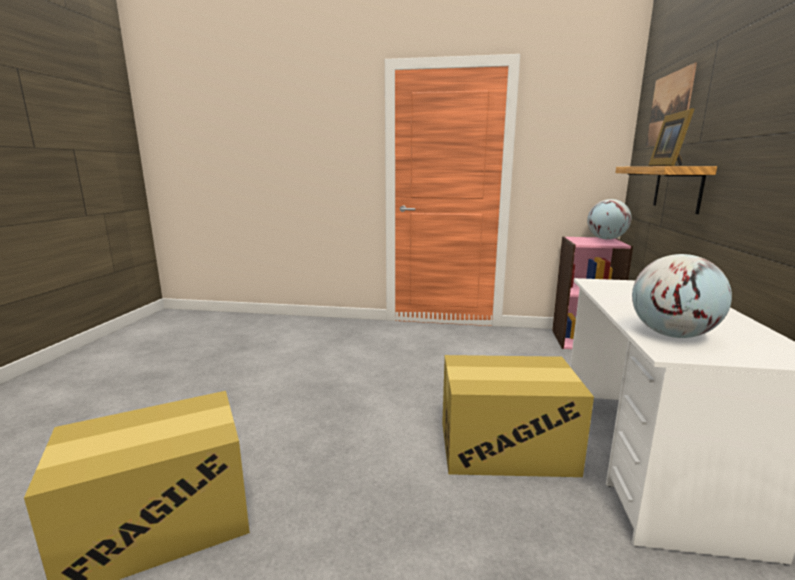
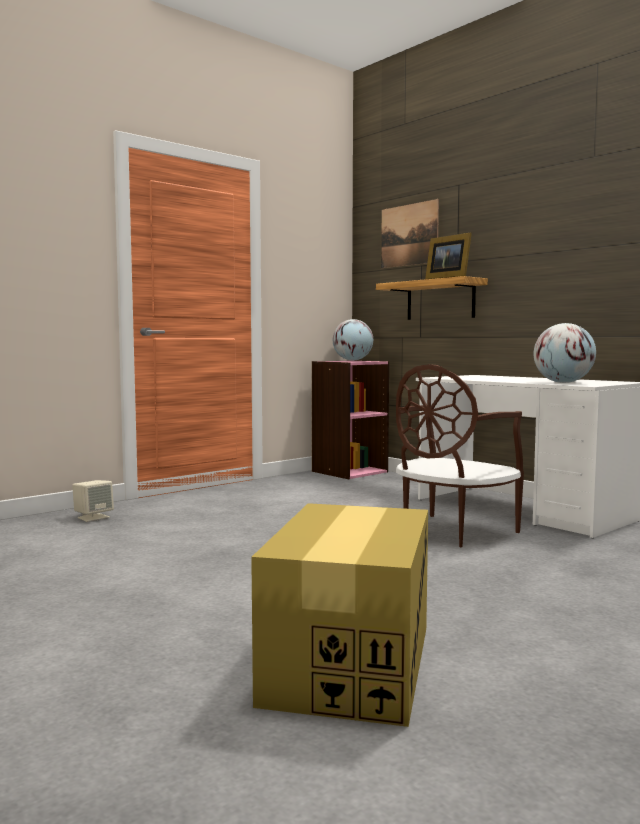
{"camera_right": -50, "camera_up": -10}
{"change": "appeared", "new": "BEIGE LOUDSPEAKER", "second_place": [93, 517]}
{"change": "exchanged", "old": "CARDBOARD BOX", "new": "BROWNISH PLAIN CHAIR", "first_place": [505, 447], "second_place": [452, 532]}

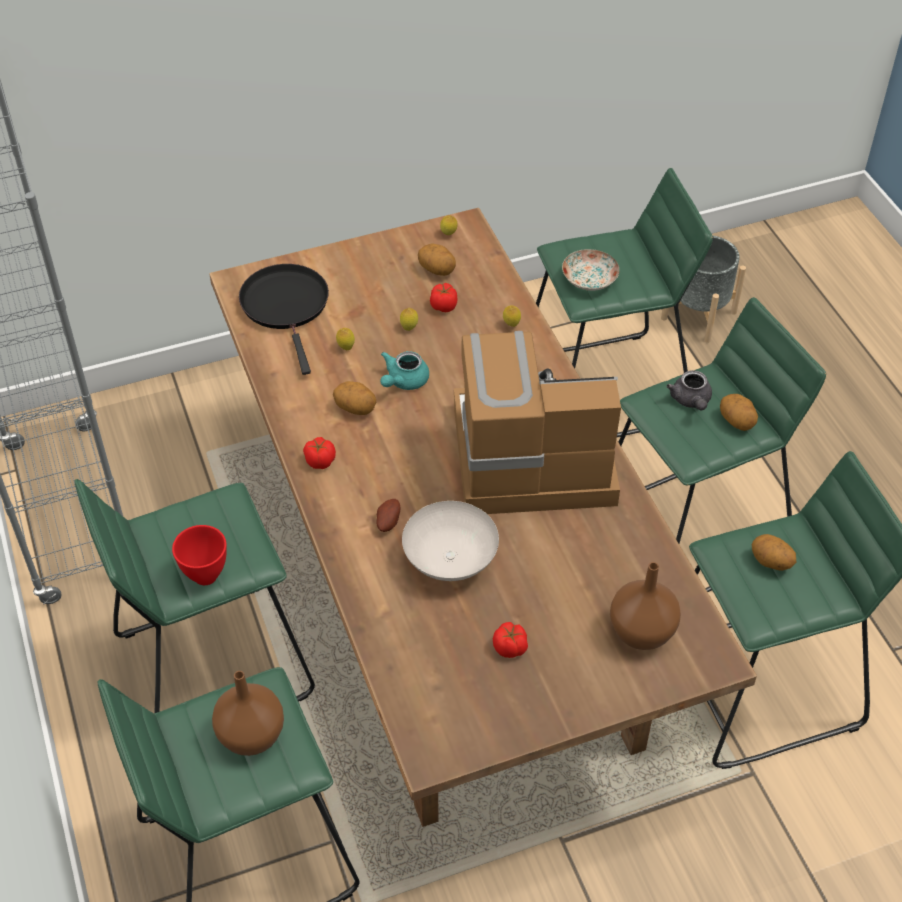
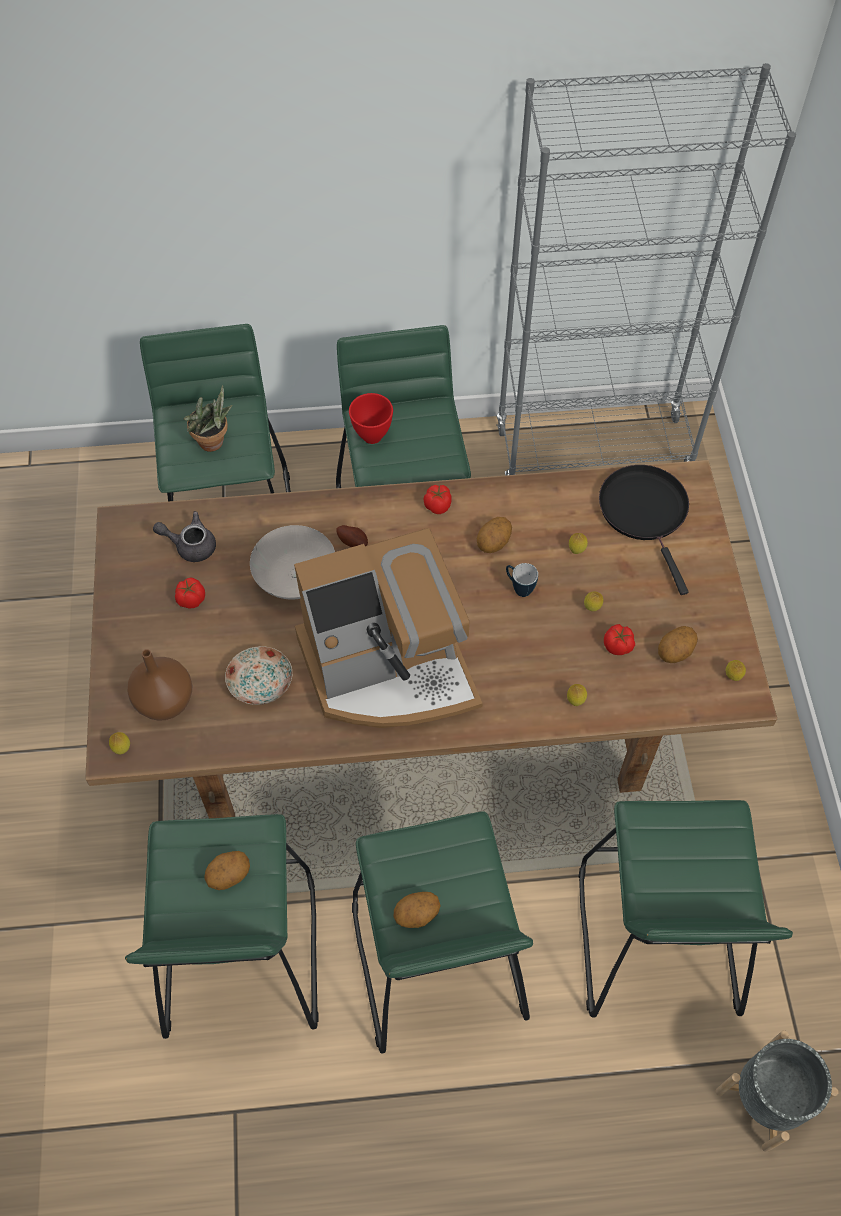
{"camera_right": 105, "camera_up": 10}
{"change": "appeared", "new": "WHOLE LEMON", "second_place": [122, 749]}
{"change": "relocated", "old": "FLAT DISH", "first_place": [590, 279], "second_place": [260, 683]}
{"change": "relocated", "old": "GREYISH POT FOR TEA", "first_place": [691, 401], "second_place": [190, 545]}
{"change": "exchanged", "old": "BROWNISH DECORATIVE VASE", "new": "HOUSEPLANT", "first_place": [250, 737], "second_place": [214, 444]}
{"change": "exchanged", "old": "BLUE-GREEN POT FOR TEA", "new": "COFFEE MUG", "first_place": [403, 381], "second_place": [519, 588]}
{"change": "spun", "old": "BLACKISH SKILLET", "first_place": [286, 306], "second_place": [645, 512], "degrees": -105}
{"change": "spun", "old": "COFFEE BREWER", "first_place": [530, 459], "second_place": [389, 669], "degrees": 60}

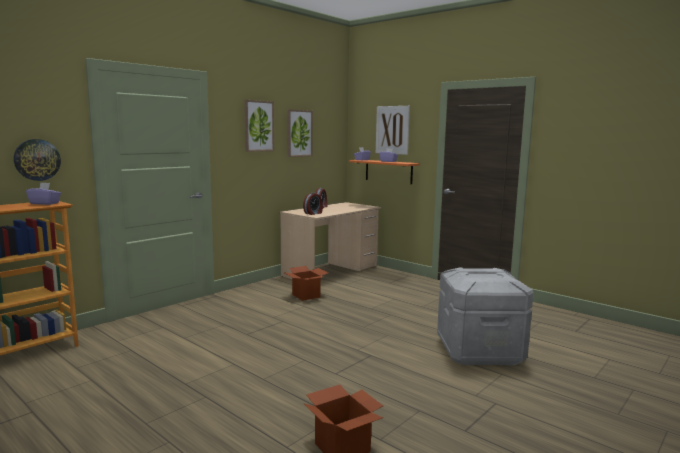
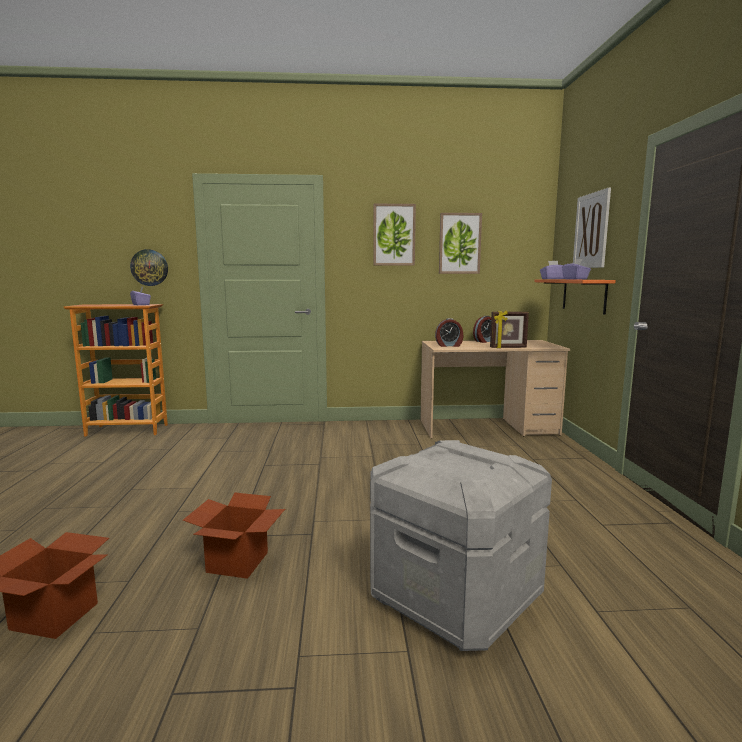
{"camera_right": 45, "camera_up": 0}
{"change": "appeared", "new": "STANDING FRAME", "second_place": [508, 347]}
{"change": "relocated", "old": "CARDBOARD BOX", "first_place": [306, 296], "second_place": [237, 562]}

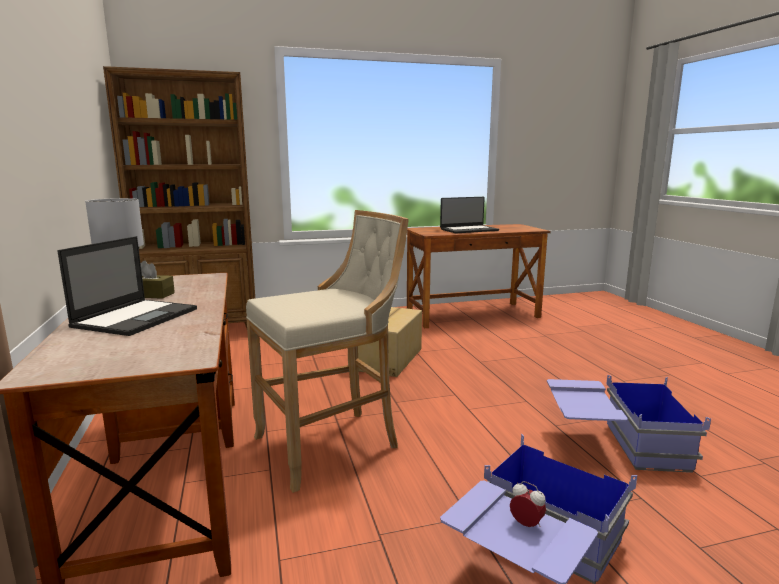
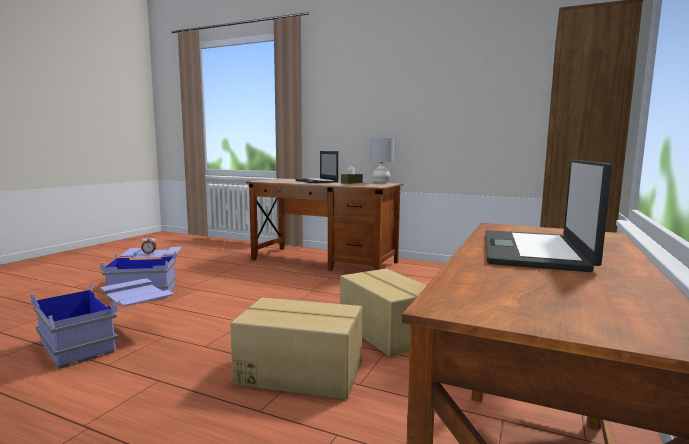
{"camera_right": 130, "camera_up": -5}
{"change": "missing", "old": "BEIGE STOOL", "first_place": [332, 444]}
{"change": "appeared", "new": "CARDBOARD BOX", "second_place": [300, 372]}

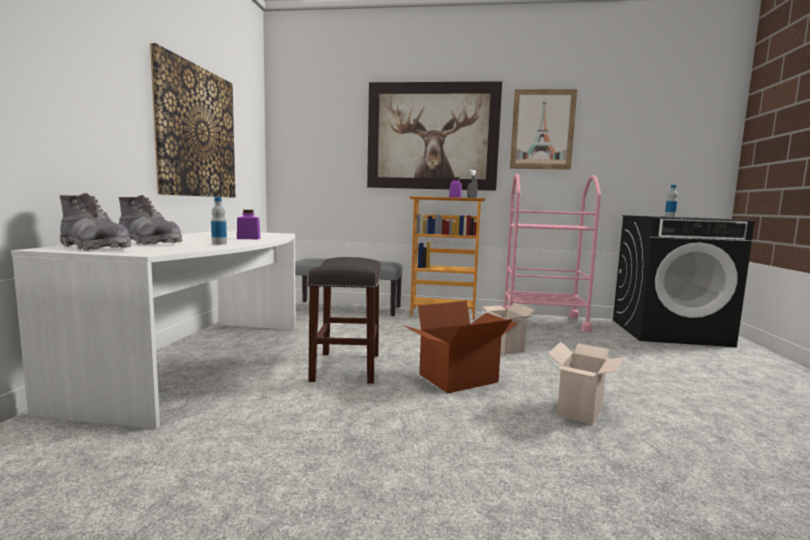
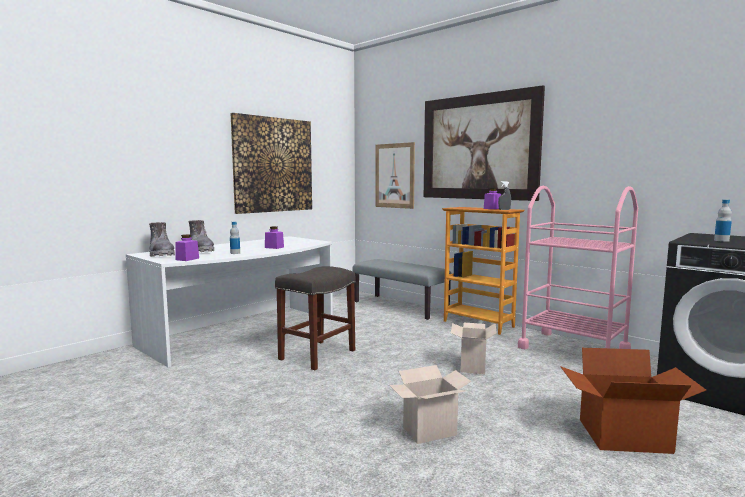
{"camera_right": 35, "camera_up": 0}
{"change": "appeared", "new": "PURPLE-COLOURED PRESERVE JAR", "second_place": [187, 259]}
{"change": "relocated", "old": "CARDBOARD BOX", "first_place": [459, 379], "second_place": [624, 437]}
{"change": "relocated", "old": "WALL PICTURE", "first_place": [542, 129], "second_place": [394, 175]}

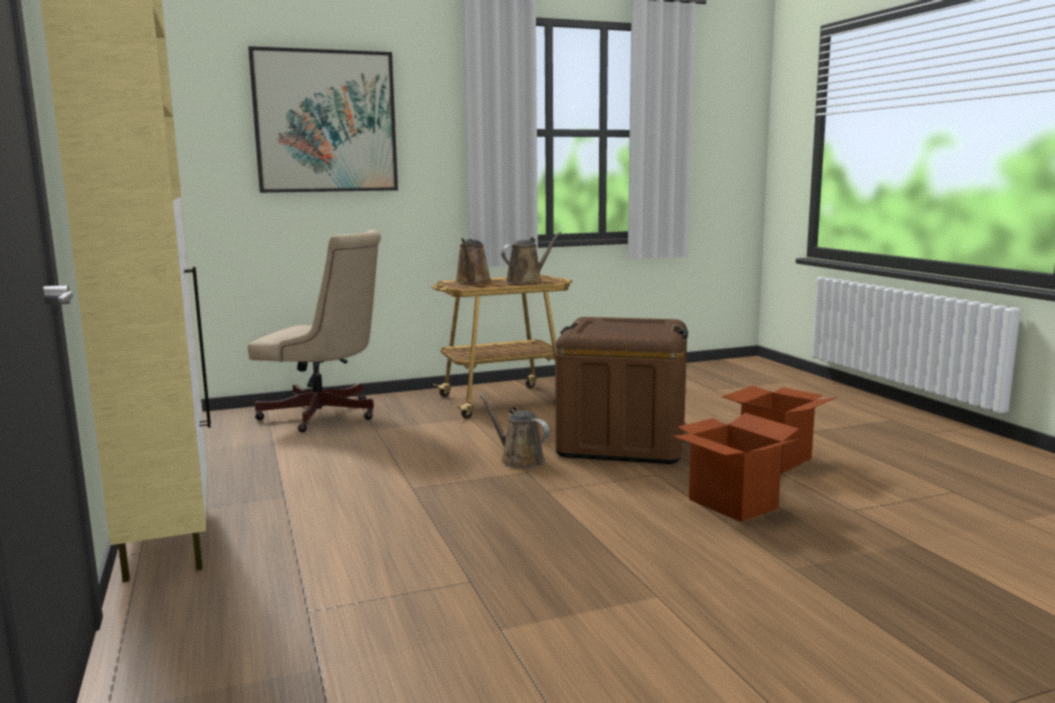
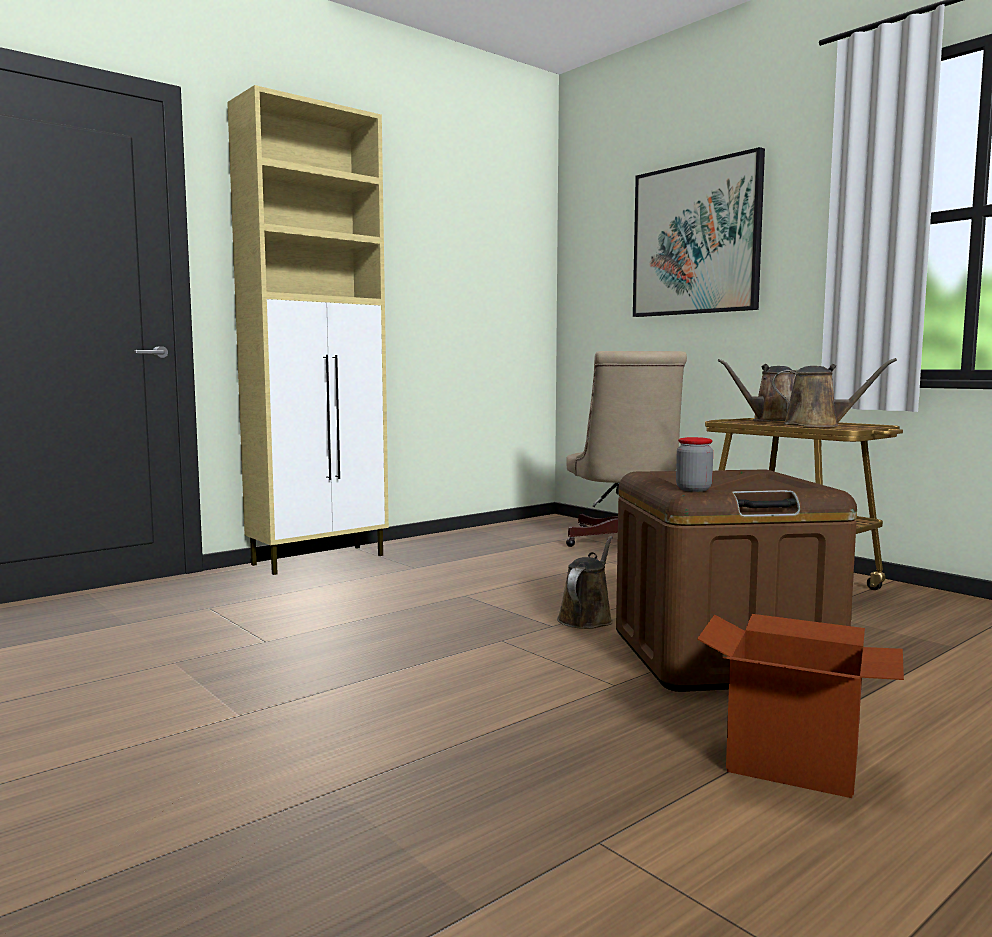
{"camera_right": 70, "camera_up": -5}
{"change": "missing", "old": "CARDBOARD BOX", "first_place": [732, 504]}
{"change": "appeared", "new": "PRESERVE JAR", "second_place": [693, 489]}

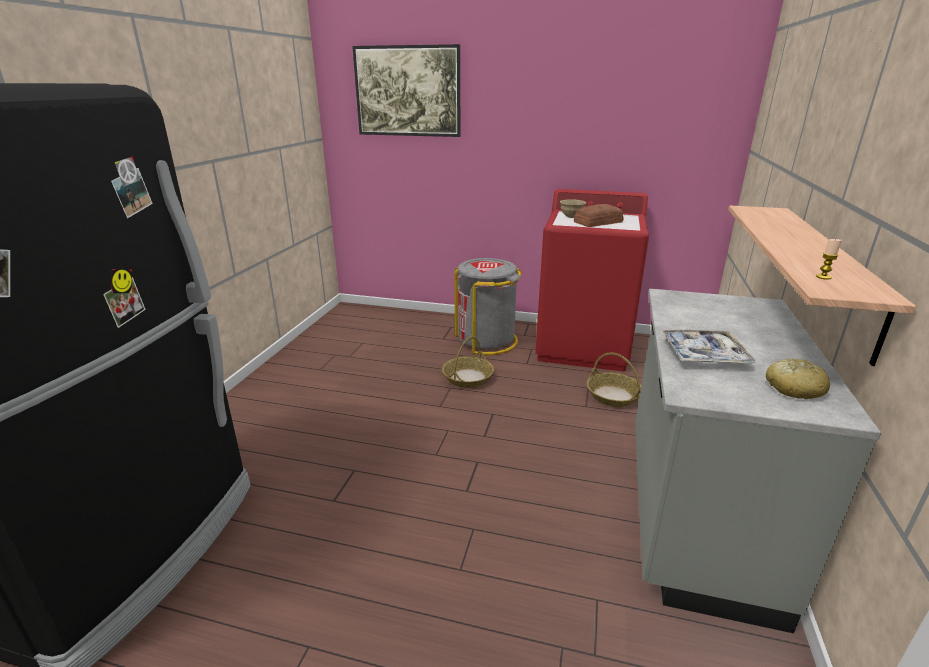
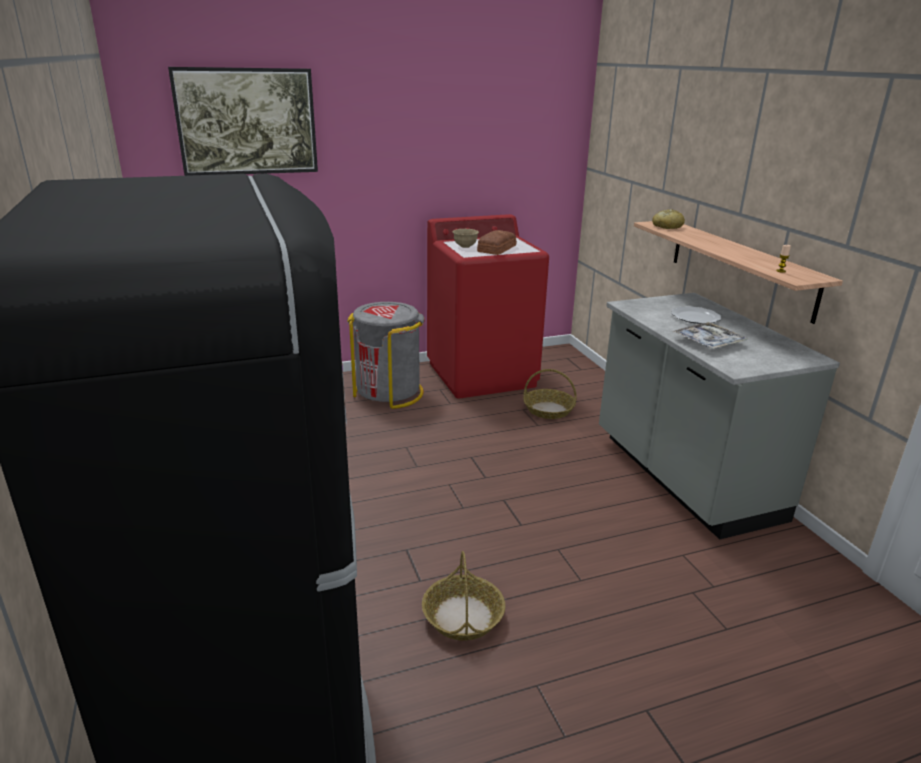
{"camera_right": -35, "camera_up": 0}
{"change": "appeared", "new": "FLAT DISH", "second_place": [695, 317]}
{"change": "relocated", "old": "HOUSEHOLD BASKET", "first_place": [467, 378], "second_place": [462, 616]}
{"change": "relocated", "old": "BREAD", "first_place": [793, 388], "second_place": [667, 226]}

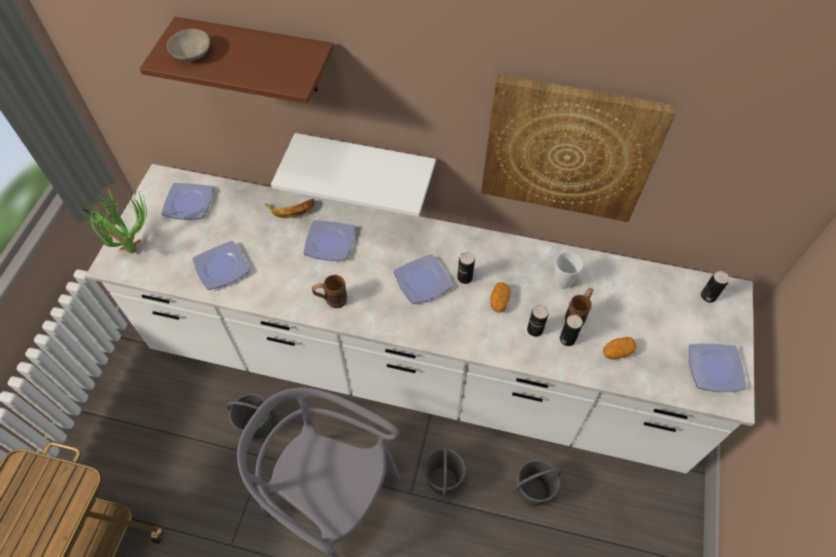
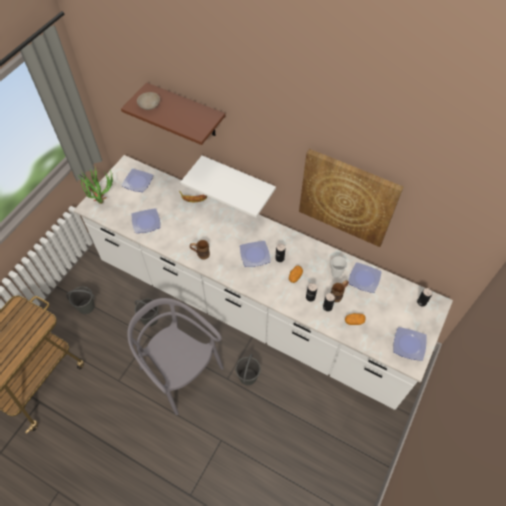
{"camera_right": 15, "camera_up": 0}
{"change": "relocated", "old": "FLAT DISH", "first_place": [330, 242], "second_place": [365, 278]}
{"change": "relocated", "old": "GREYISH BUCKET", "first_place": [533, 491], "second_place": [86, 306]}

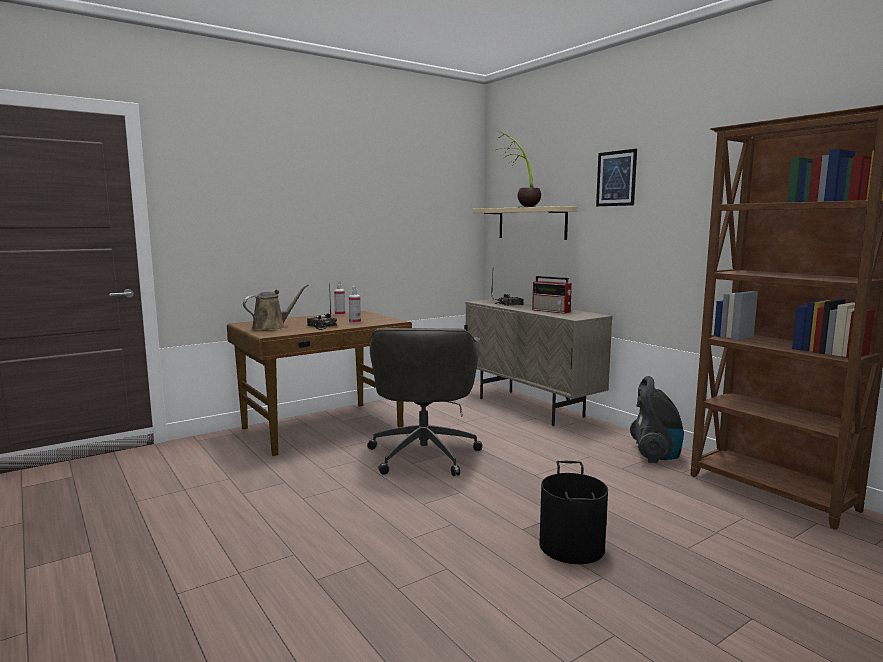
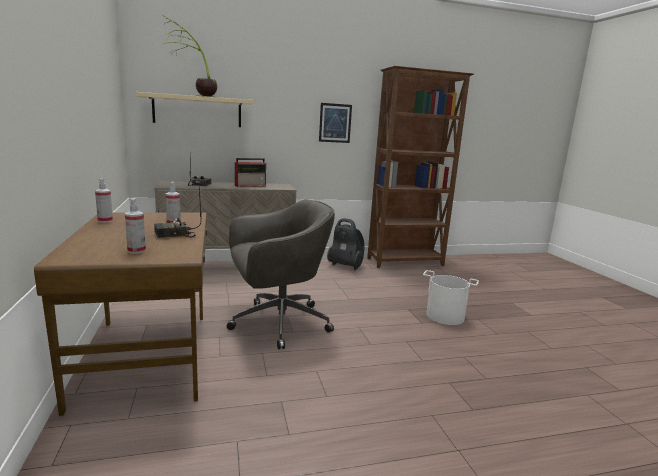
{"camera_right": -70, "camera_up": 5}
{"change": "relocated", "old": "WALL PICTURE", "first_place": [616, 178], "second_place": [335, 123]}
{"change": "exchanged", "old": "BROWNISH SPRINKLING CAN", "new": "SPRAY BOTTLE", "first_place": [272, 328], "second_place": [136, 251]}
{"change": "colour", "old": "BLACKISH BUCKET", "new": "WHITE BUCKET", "first_place": [572, 546], "second_place": [445, 316]}
{"change": "spun", "old": "GREYISH COMPUTER CHAIR", "first_place": [424, 453], "second_place": [277, 323], "degrees": -45}

